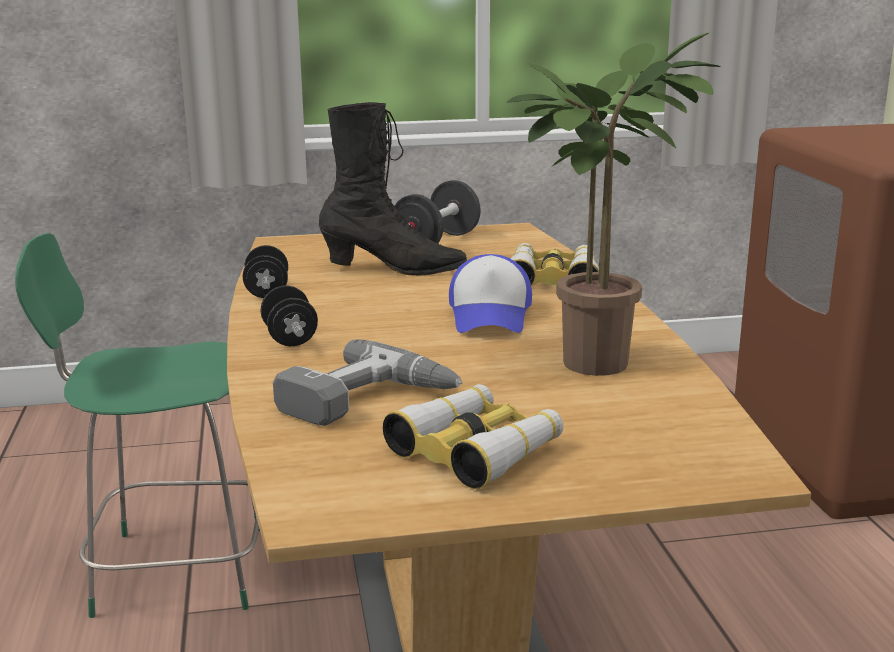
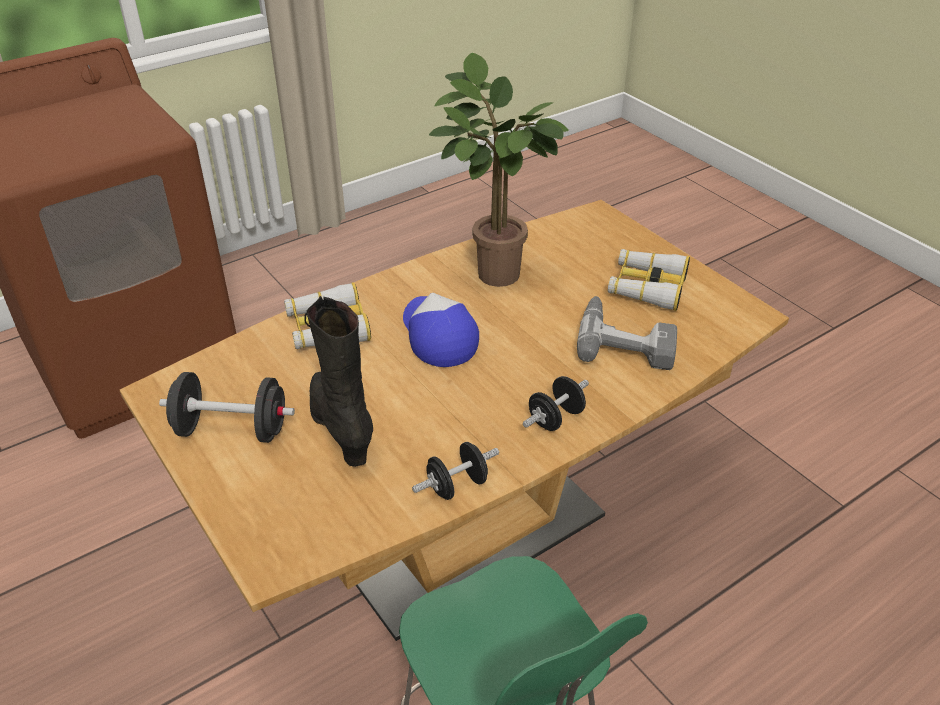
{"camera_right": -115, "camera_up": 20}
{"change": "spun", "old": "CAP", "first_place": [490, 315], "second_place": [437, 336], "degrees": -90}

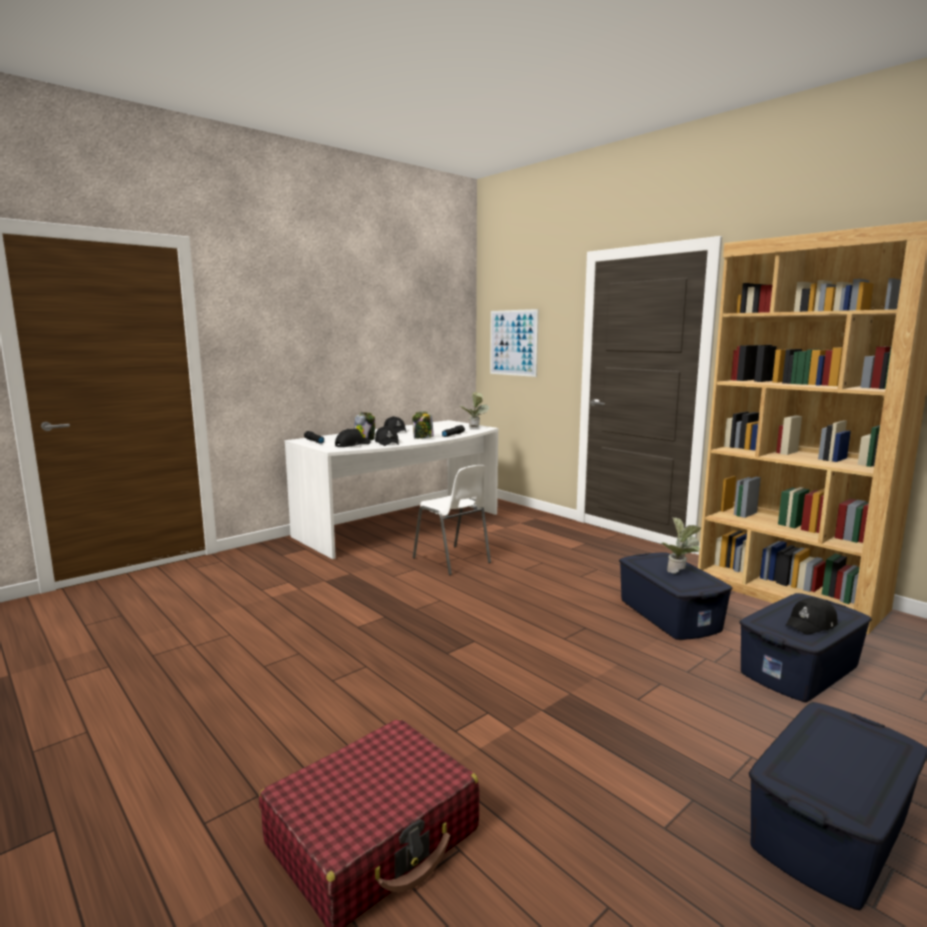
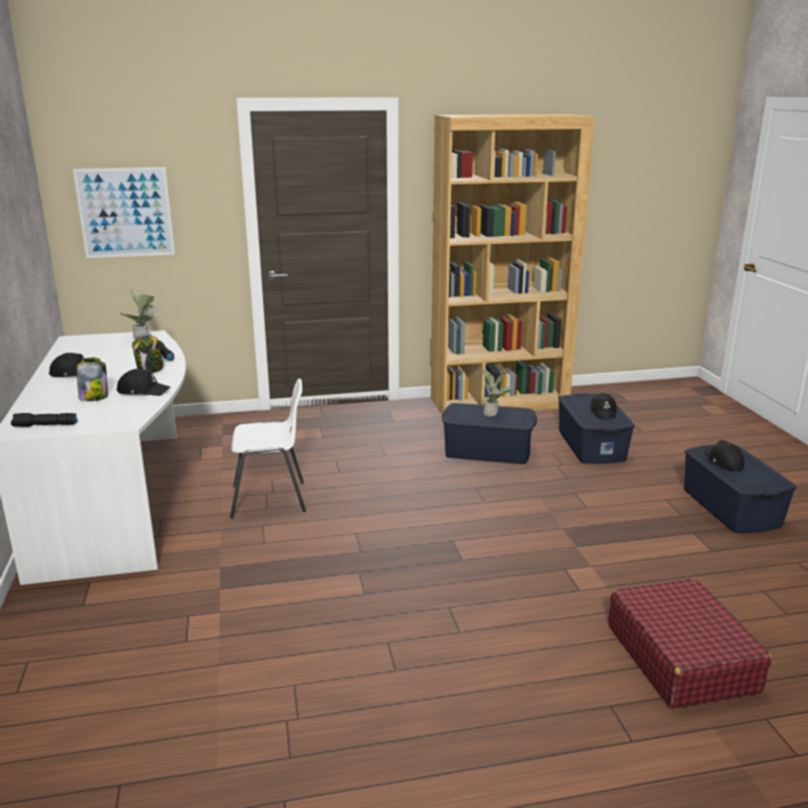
{"camera_right": -60, "camera_up": 10}
{"change": "relocated", "old": "BLACKISH CAP", "first_place": [352, 445], "second_place": [722, 461]}

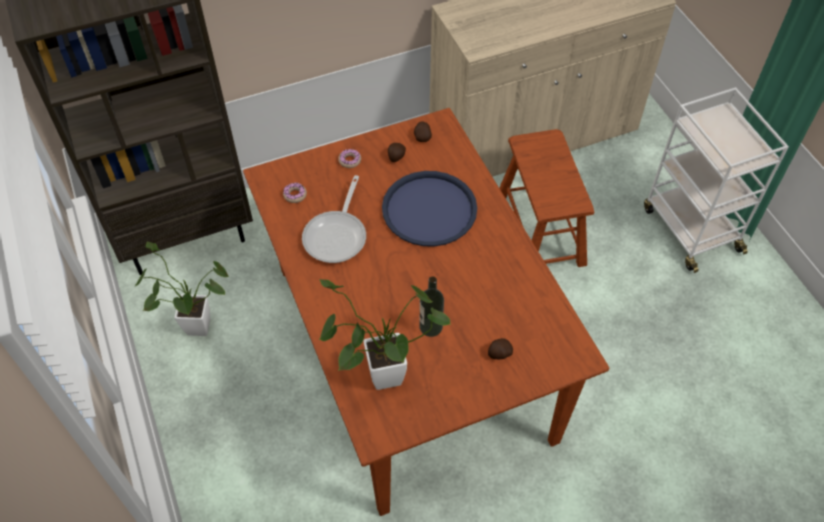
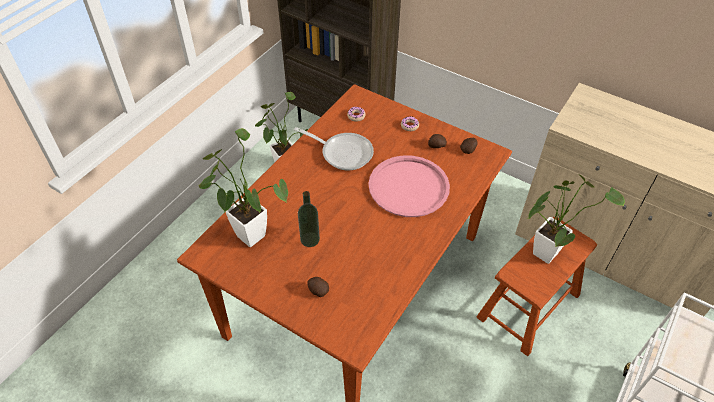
{"camera_right": 55, "camera_up": -5}
{"change": "appeared", "new": "HOUSEPLANT", "second_place": [548, 250]}
{"change": "colour", "old": "BLUE-COLOURED CARRYING TRAY", "new": "PINK CARRYING TRAY", "first_place": [429, 209], "second_place": [408, 187]}
{"change": "spun", "old": "SKILLET", "first_place": [337, 235], "second_place": [343, 152], "degrees": -135}

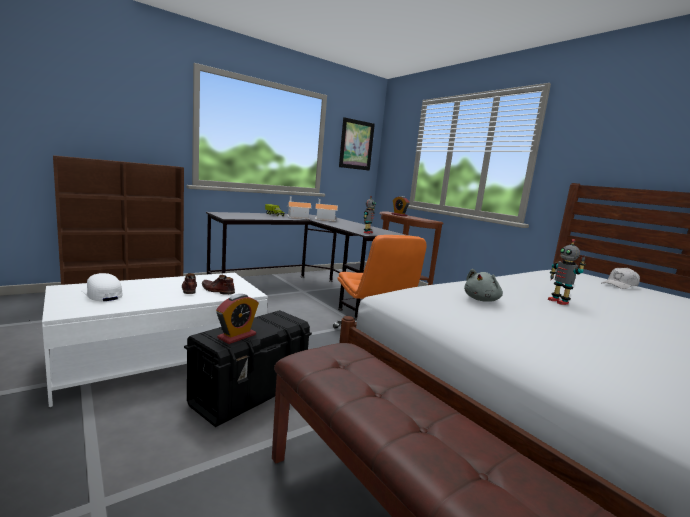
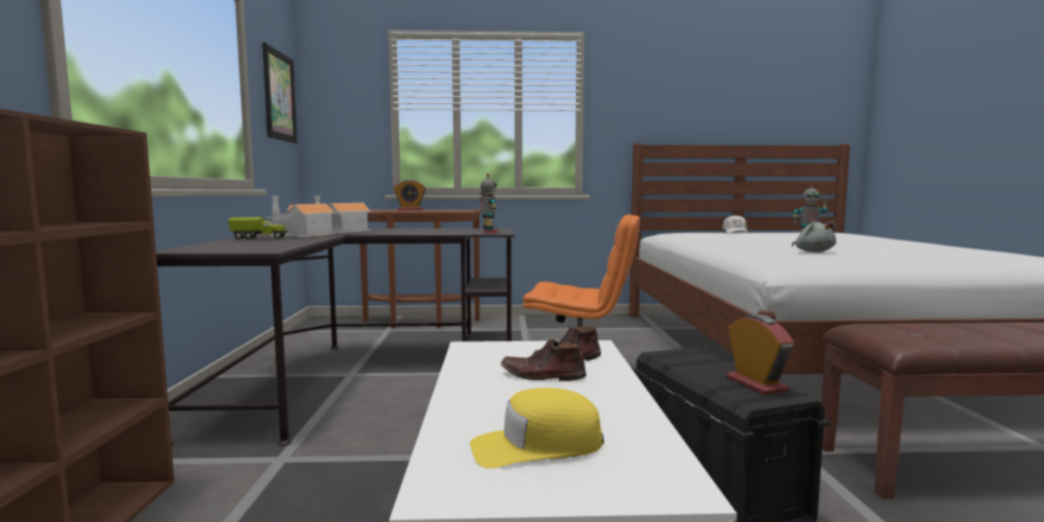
{"camera_right": -55, "camera_up": -5}
{"change": "colour", "old": "WHITE CAP", "new": "YELLOW-COLOURED CAP", "first_place": [102, 294], "second_place": [537, 446]}

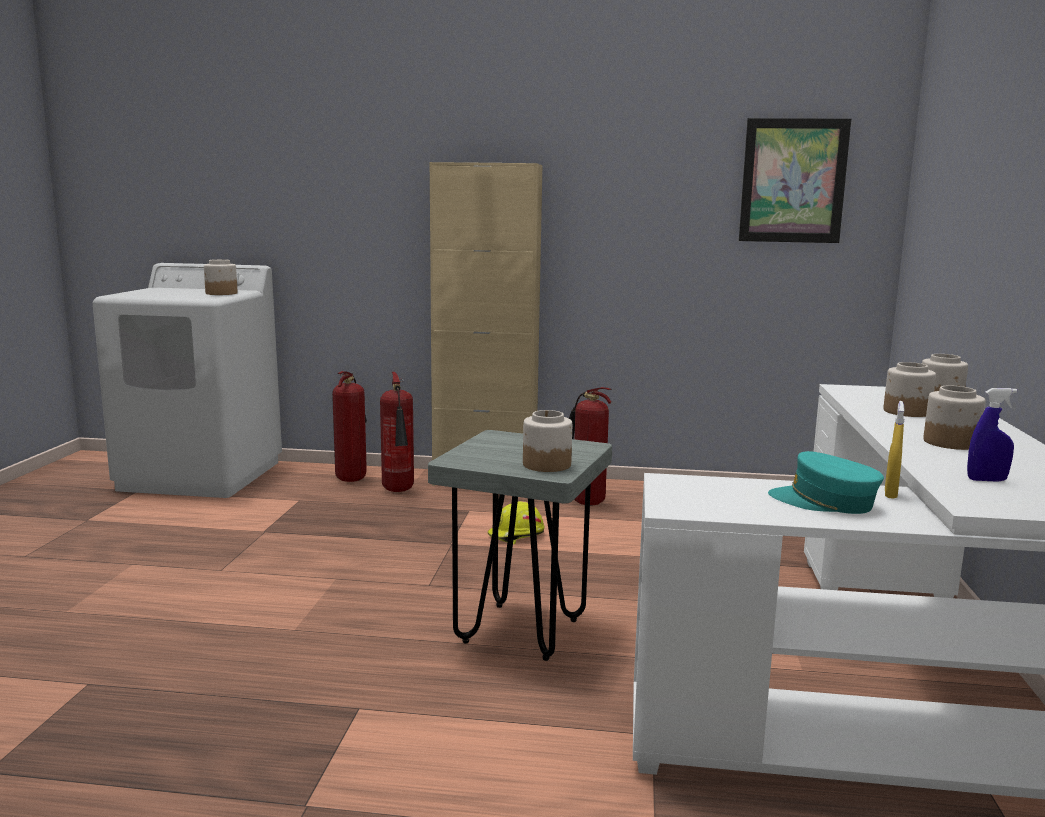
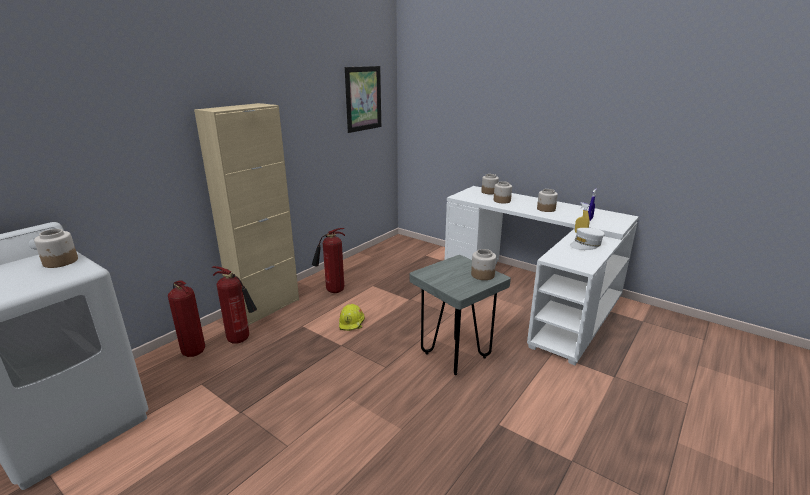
{"camera_right": -60, "camera_up": 10}
{"change": "colour", "old": "BLUE-GREEN CAP", "new": "WHITE CAP", "first_place": [824, 502], "second_place": [586, 244]}

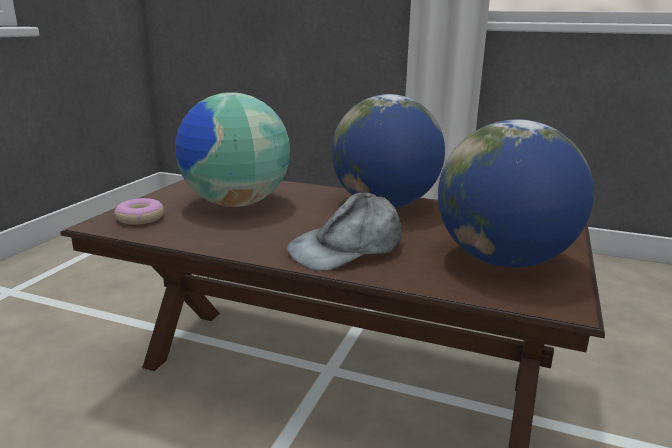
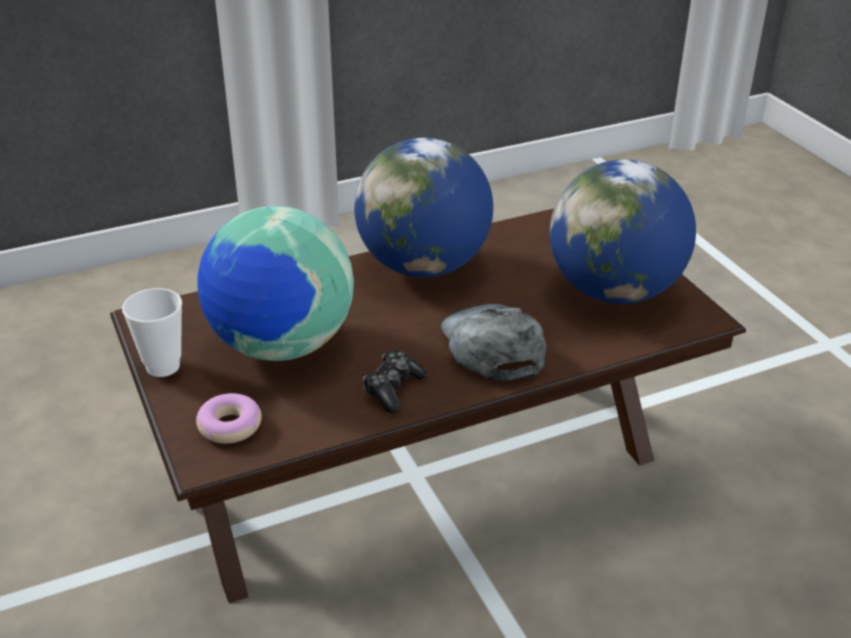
{"camera_right": -45, "camera_up": 15}
{"change": "appeared", "new": "SMALL CUP", "second_place": [163, 366]}
{"change": "appeared", "new": "GAME CONTROLLER", "second_place": [393, 389]}
{"change": "spun", "old": "GREYISH CAP", "first_place": [347, 248], "second_place": [492, 346], "degrees": 150}

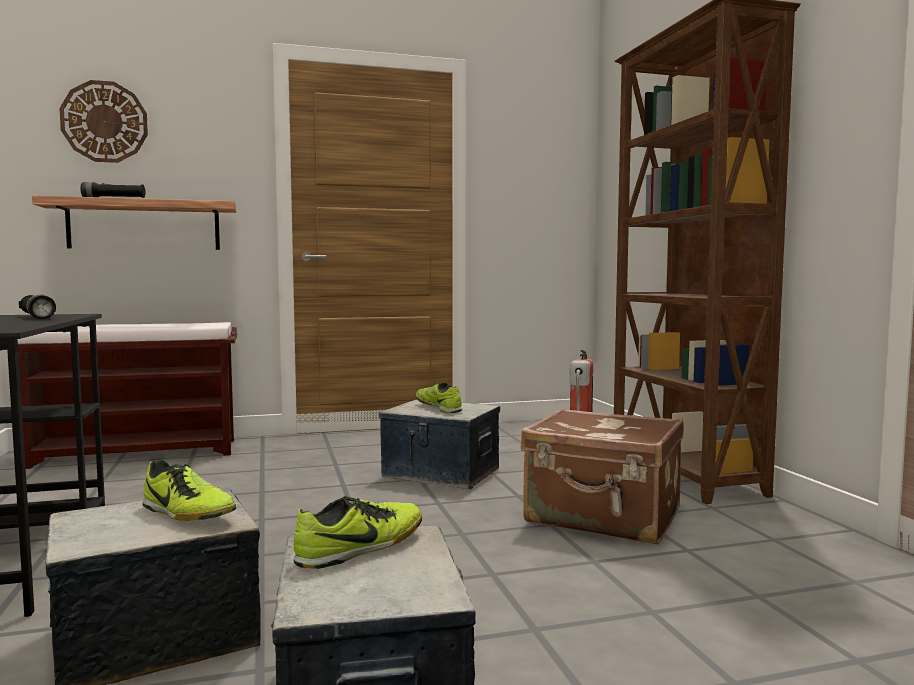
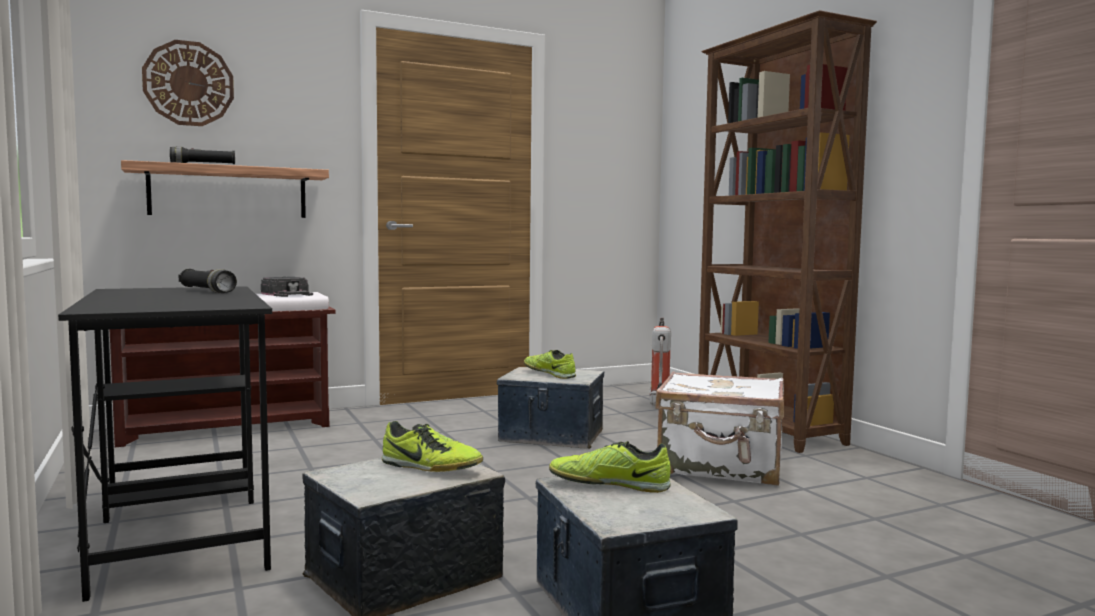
{"camera_right": -10, "camera_up": 0}
{"change": "appeared", "new": "BLACKISH CAP", "second_place": [288, 294]}
{"change": "colour", "old": "BROWNISH SUITCASE", "new": "WHITE SUITCASE", "first_place": [604, 517], "second_place": [721, 467]}
{"change": "spun", "old": "SHOE", "first_place": [362, 548], "second_place": [609, 484], "degrees": -120}

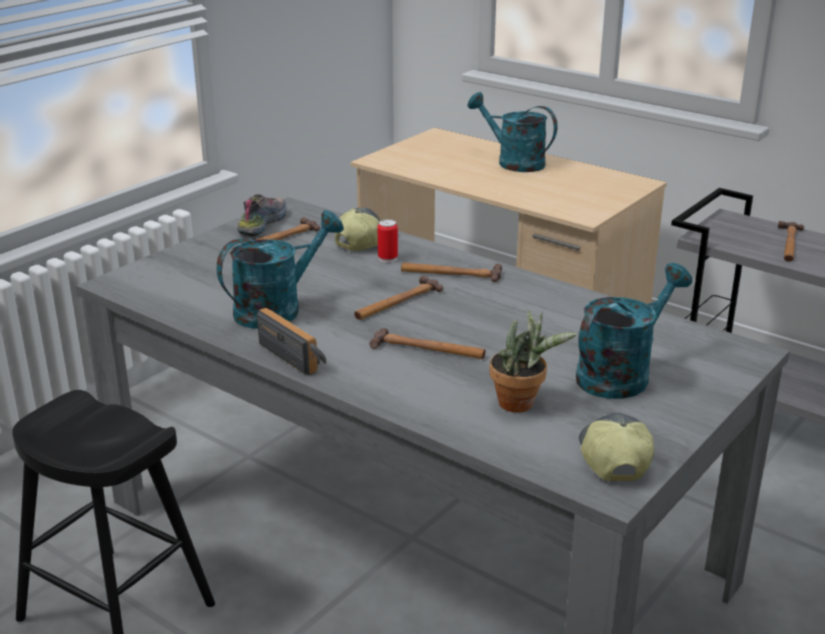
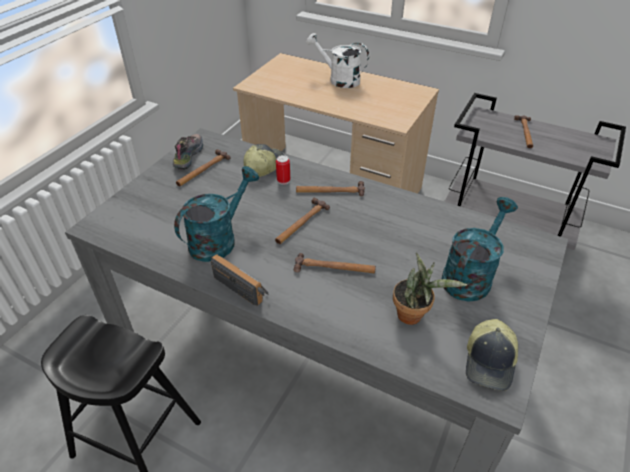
{"camera_right": -10, "camera_up": 15}
{"change": "colour", "old": "BLUE-GREEN SPRINKLING CAN", "new": "WHITE SPRINKLING CAN", "first_place": [513, 162], "second_place": [339, 79]}
{"change": "spun", "old": "CAP", "first_place": [612, 458], "second_place": [490, 362], "degrees": -150}

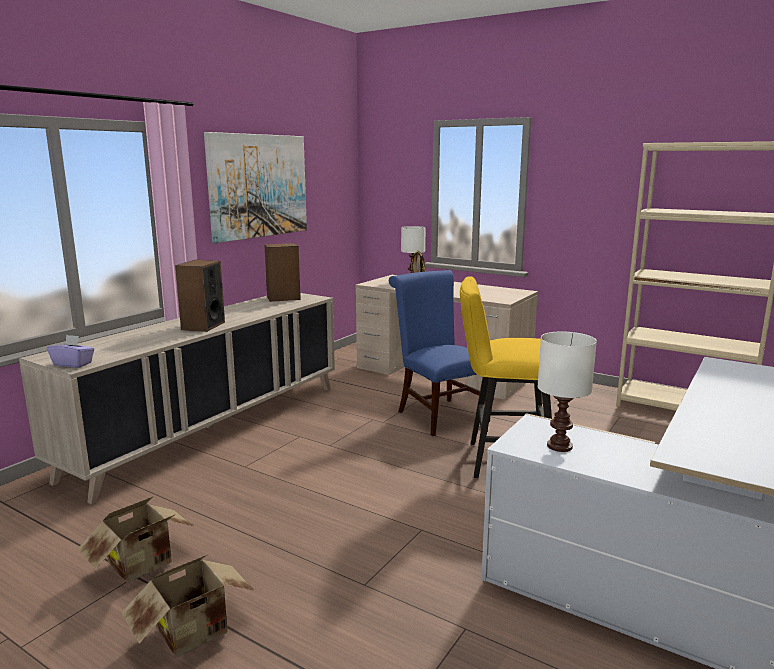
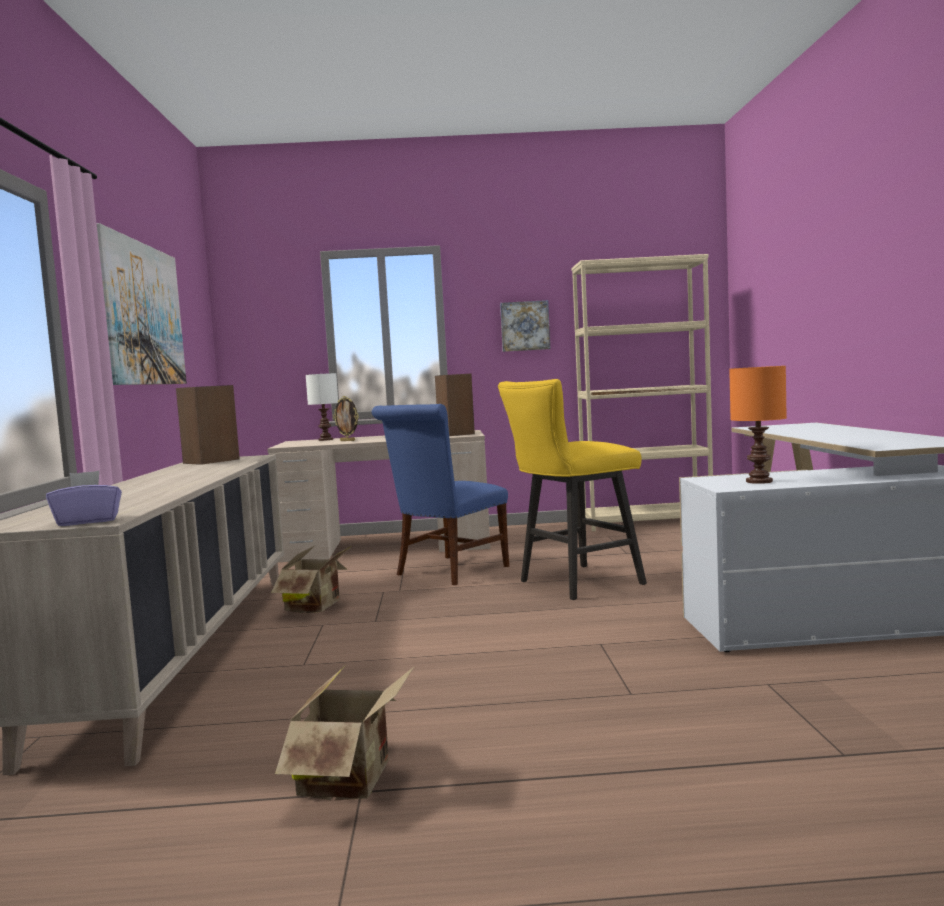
{"camera_right": -35, "camera_up": -10}
{"change": "appeared", "new": "WALL PICTURE", "second_place": [524, 326]}
{"change": "relocated", "old": "CARDBOARD BOX", "first_place": [196, 634], "second_place": [317, 606]}
{"change": "relocated", "old": "LOUDSPEAKER", "first_place": [203, 326], "second_place": [456, 434]}
{"change": "colour", "old": "WHITE TABLETOP LAMP", "new": "ORANGE TABLETOP LAMP", "first_place": [558, 446], "second_place": [758, 481]}
{"change": "spun", "old": "BLUE-COLOURED PLAIN CHAIR", "first_place": [438, 414], "second_place": [447, 572], "degrees": -75}

